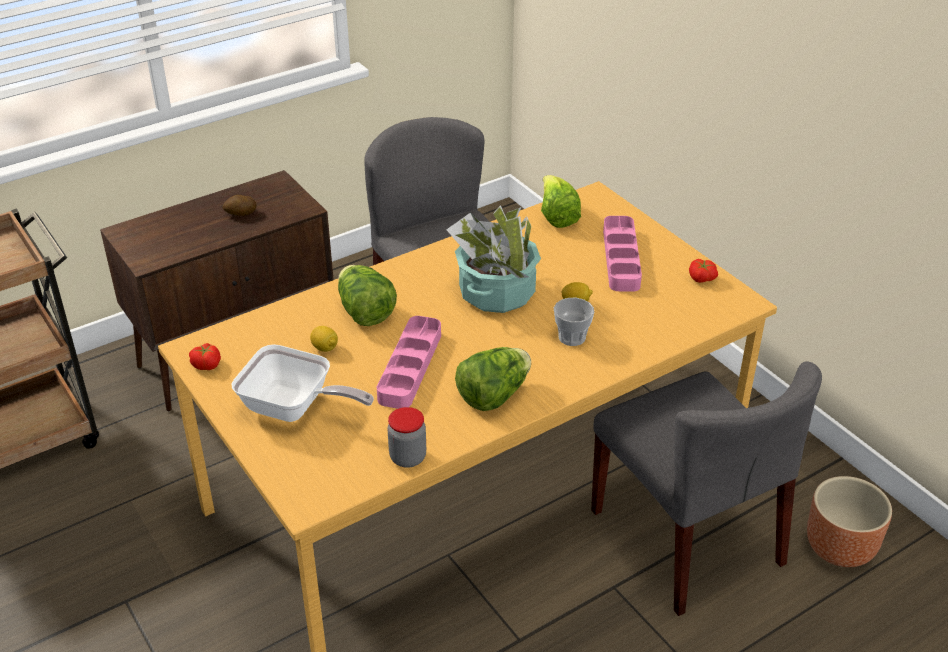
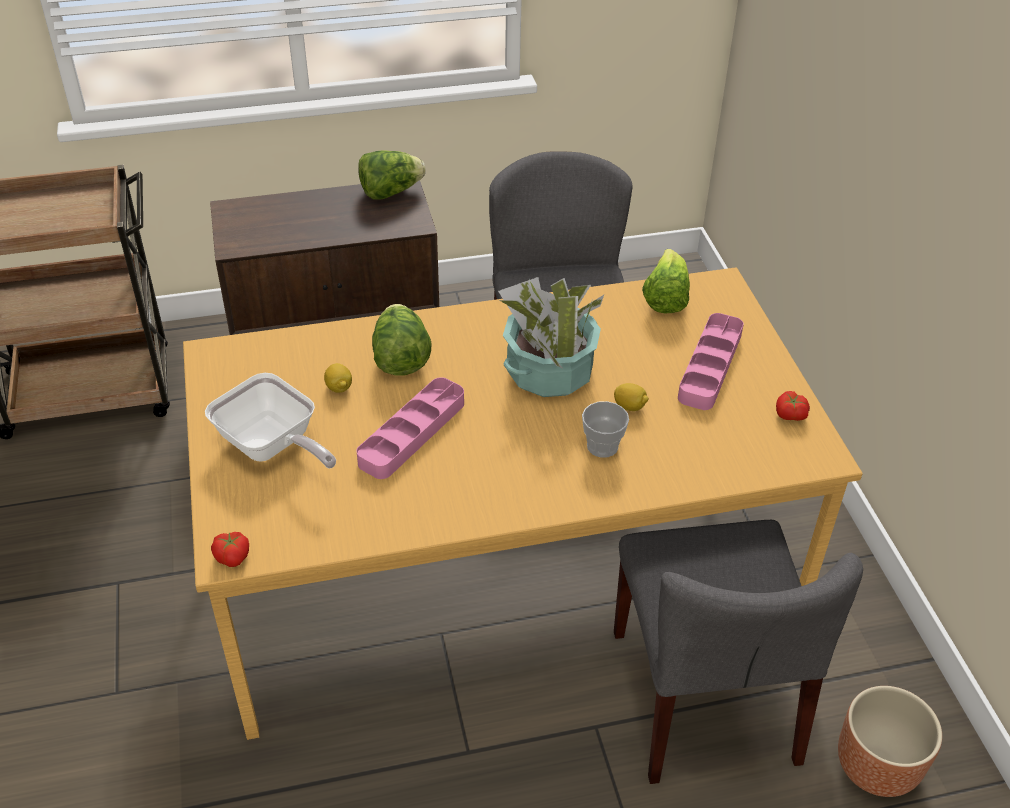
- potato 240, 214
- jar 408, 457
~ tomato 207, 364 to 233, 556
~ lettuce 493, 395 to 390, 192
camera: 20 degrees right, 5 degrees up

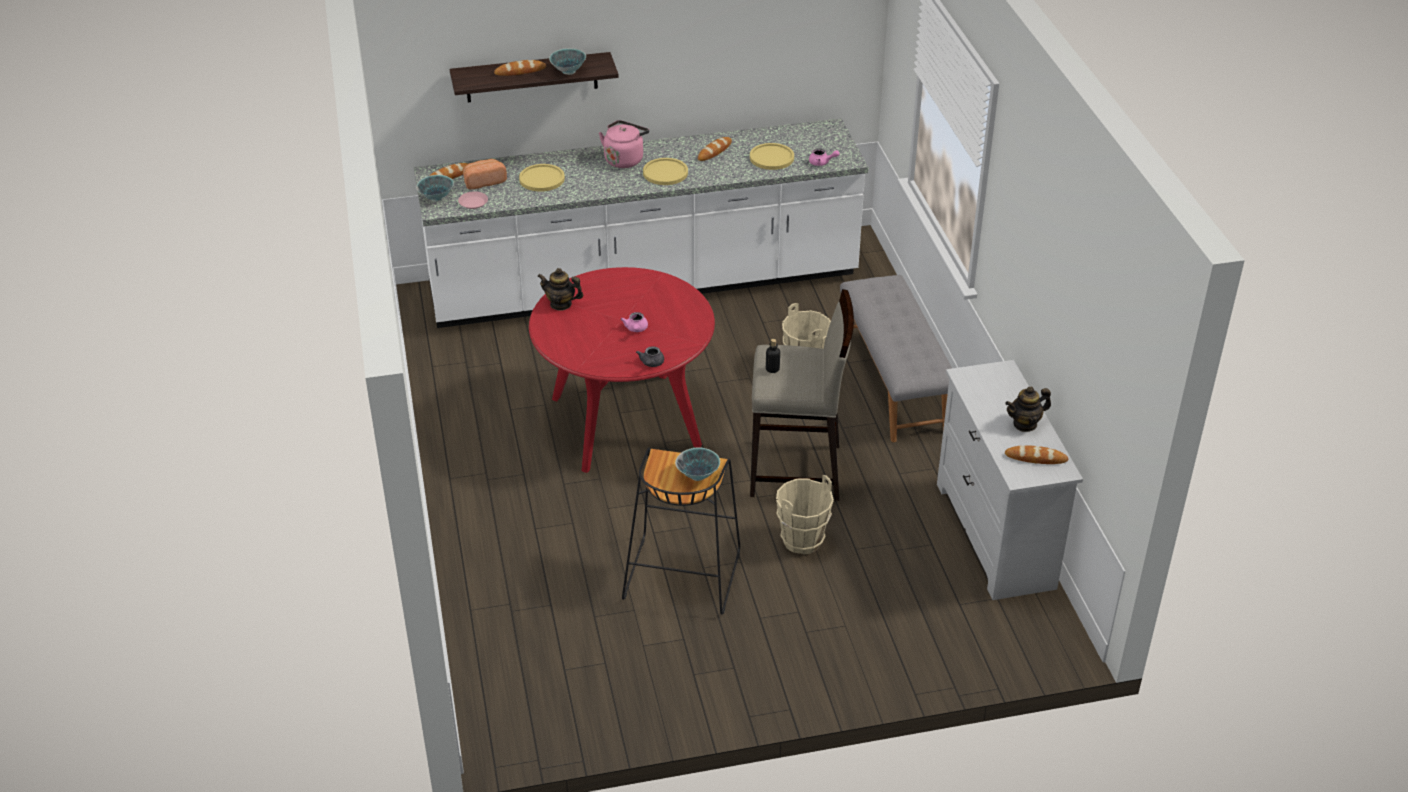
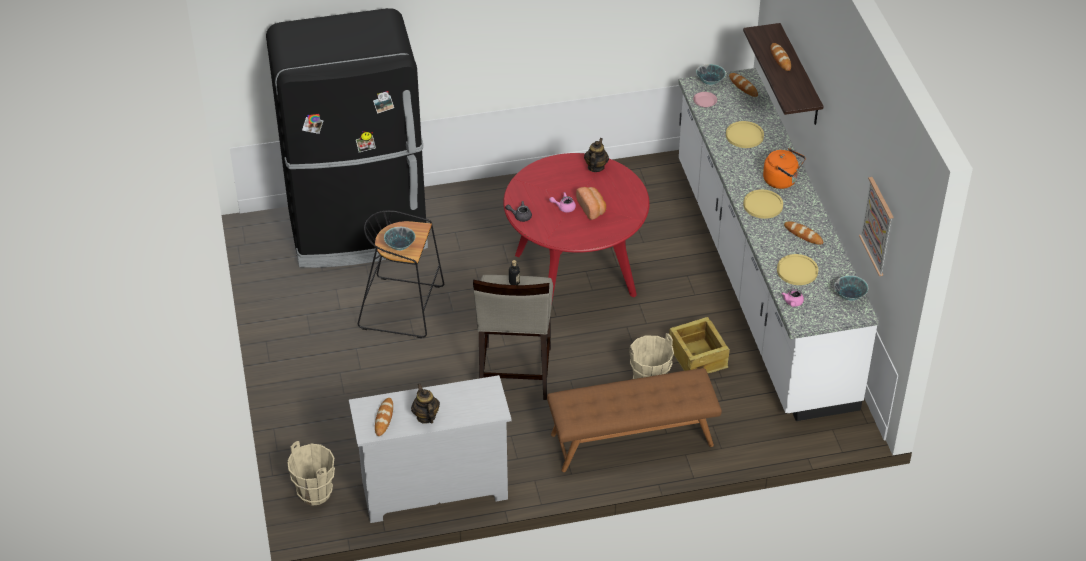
+ fridge in black 359, 231
+ crate 698, 357
+ picture 877, 226
~ bread 484, 181 to 592, 208
~ bowl 568, 71 to 849, 297
~ bucket in beige 802, 540 to 315, 492
~ kettle in pink 625, 159 to kettle in orange 782, 181
~ bench in grey 894, 382 to bench in brown 632, 440
camera: 90 degrees right, 5 degrees up

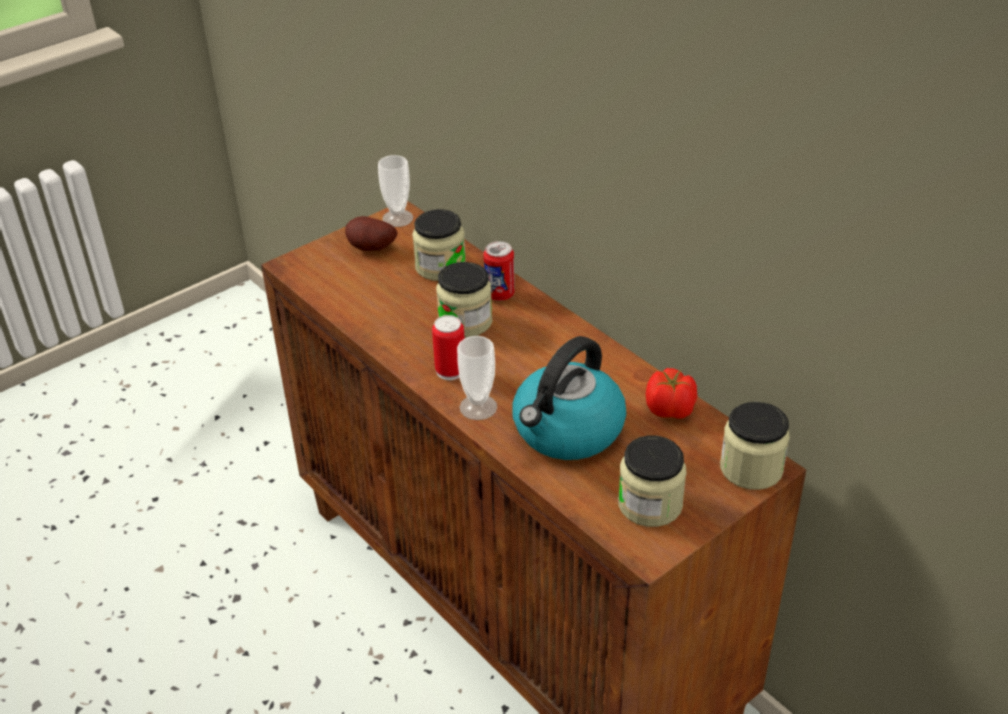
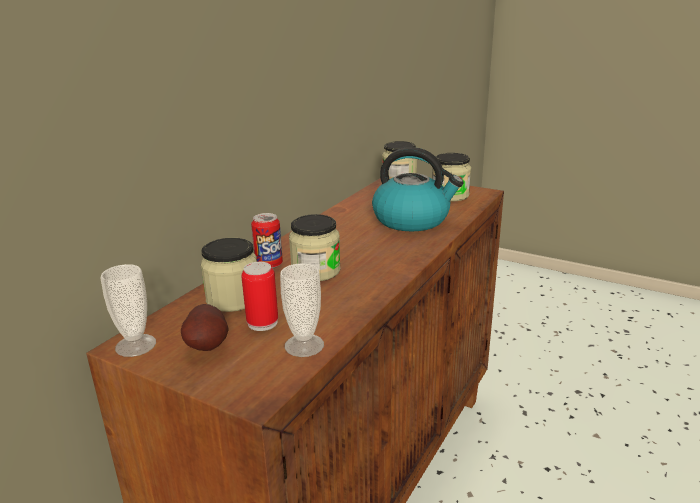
- tomato 670, 410
~ can 450, 370 to 262, 323
~ cup 478, 407 to 304, 345
camera: 110 degrees left, 15 degrees down

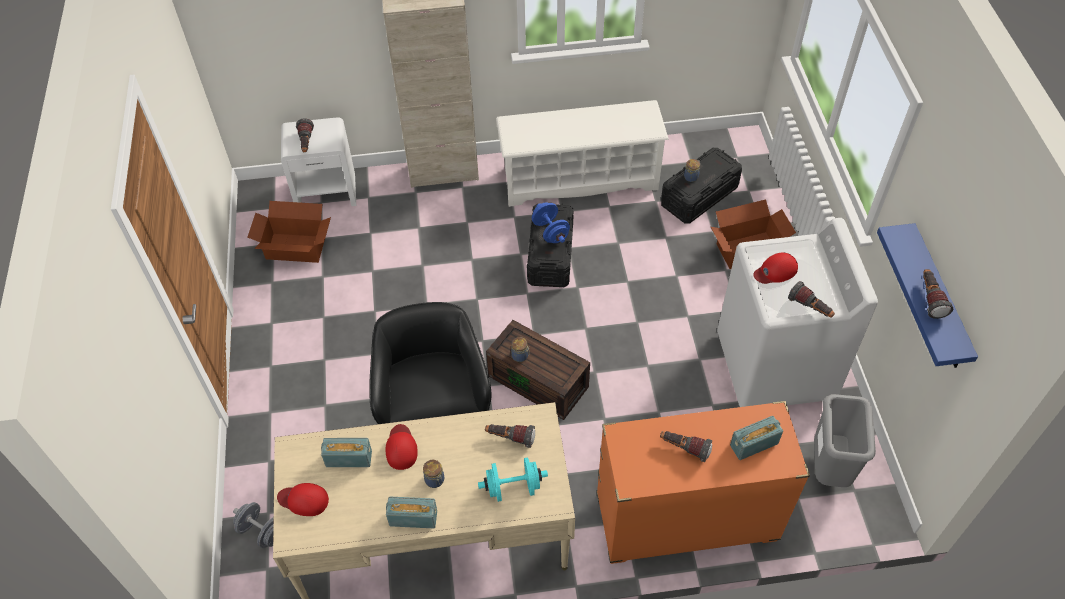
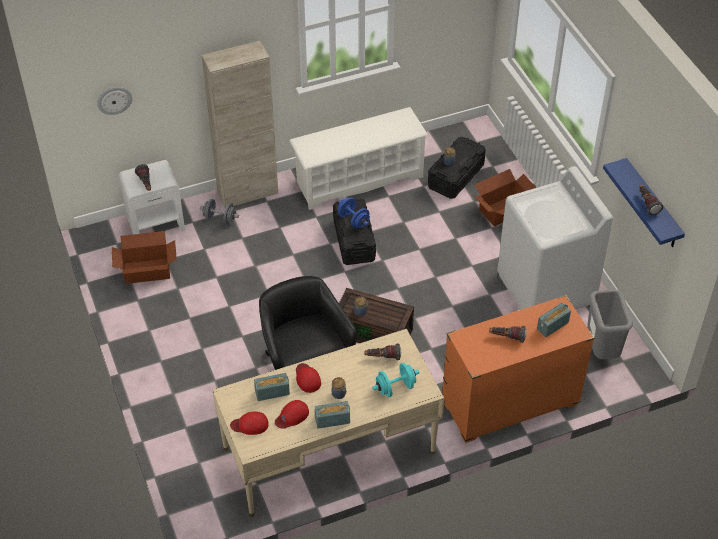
- flashlight 810, 308
+ wall clock 114, 100
~ dumbbell in grey 262, 532 to 220, 219
~ cap in red 775, 271 to 292, 416
camera: 15 degrees left, 5 degrees down

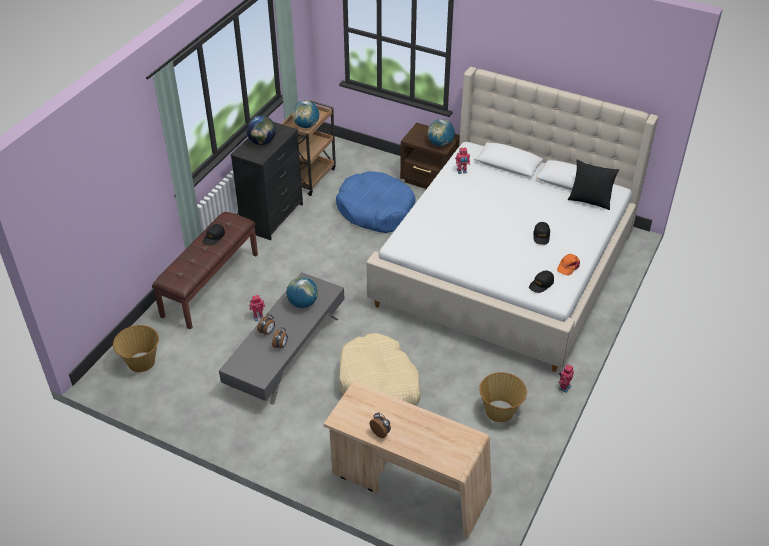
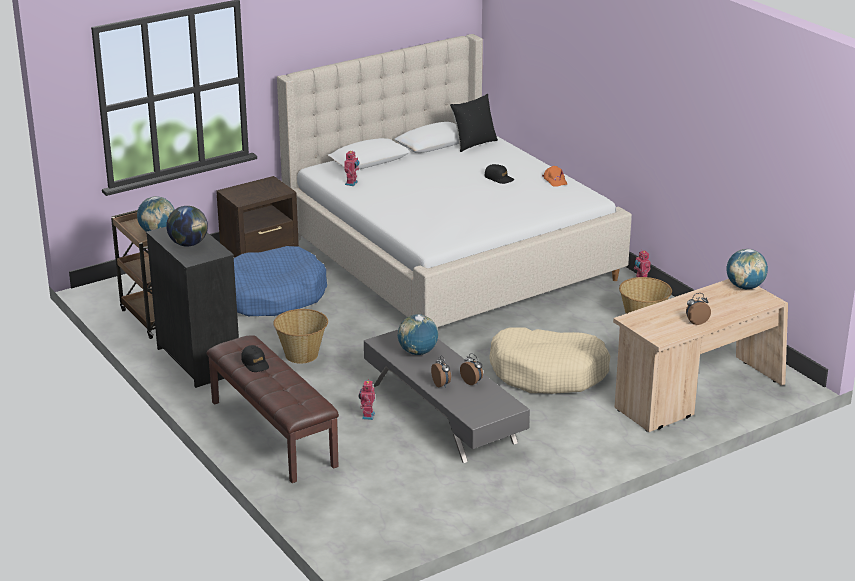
- cap in black 541, 284
~ basket 141, 362 to 302, 355
~ globe 440, 144 to 745, 287
camera: 60 degrees left, 15 degrees down

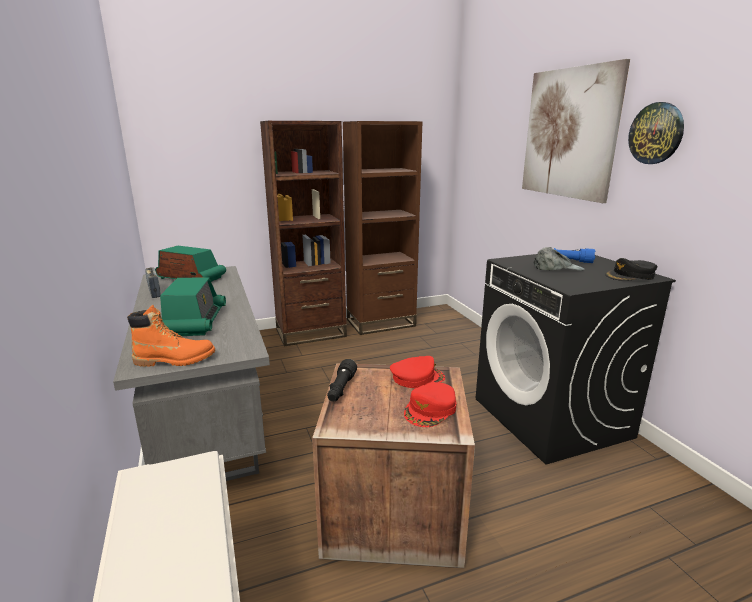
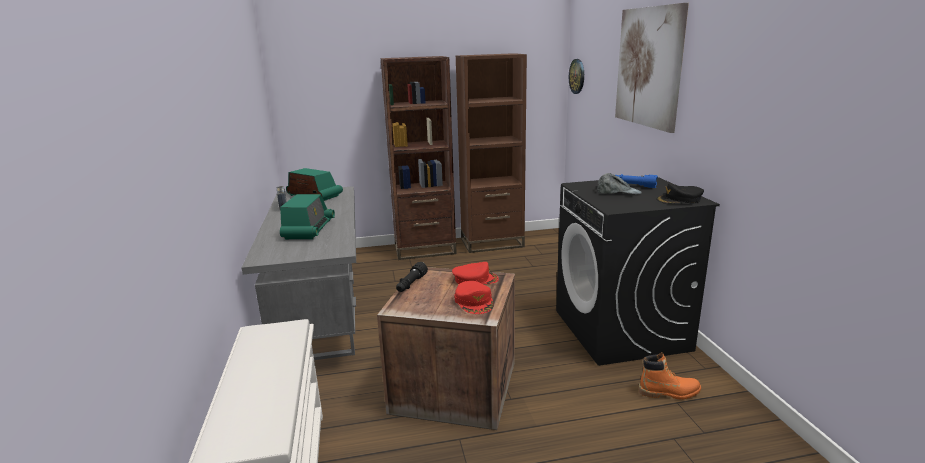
~ boot in orange 175, 360 to 669, 392
~ wall clock 656, 133 to 577, 76
~ cap in red 430, 410 = 474, 302 60 degrees counterclockwise
camera: 10 degrees right, 0 degrees up

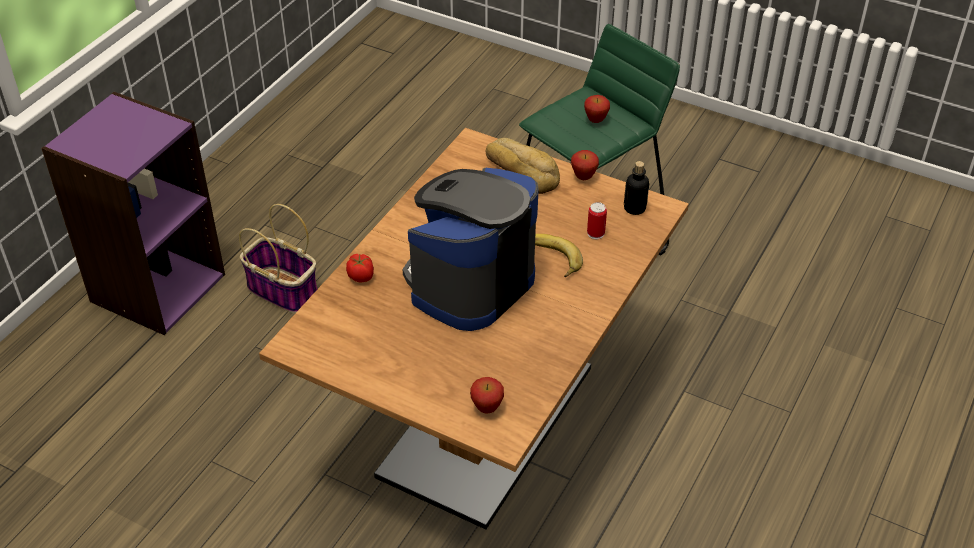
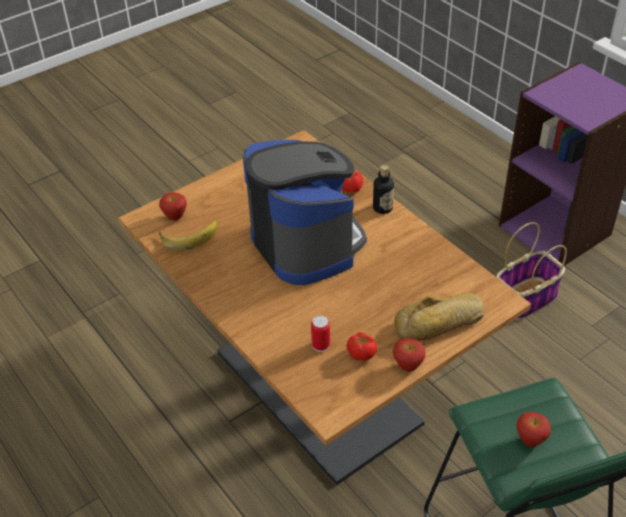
+ tomato 361, 354
~ banana 551, 258 to 189, 236
~ bottle 634, 208 to 382, 208
camera: 115 degrees right, 0 degrees up

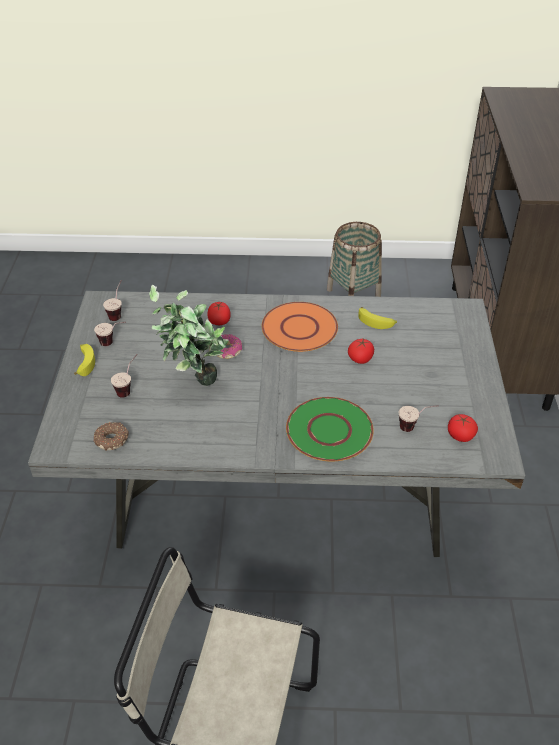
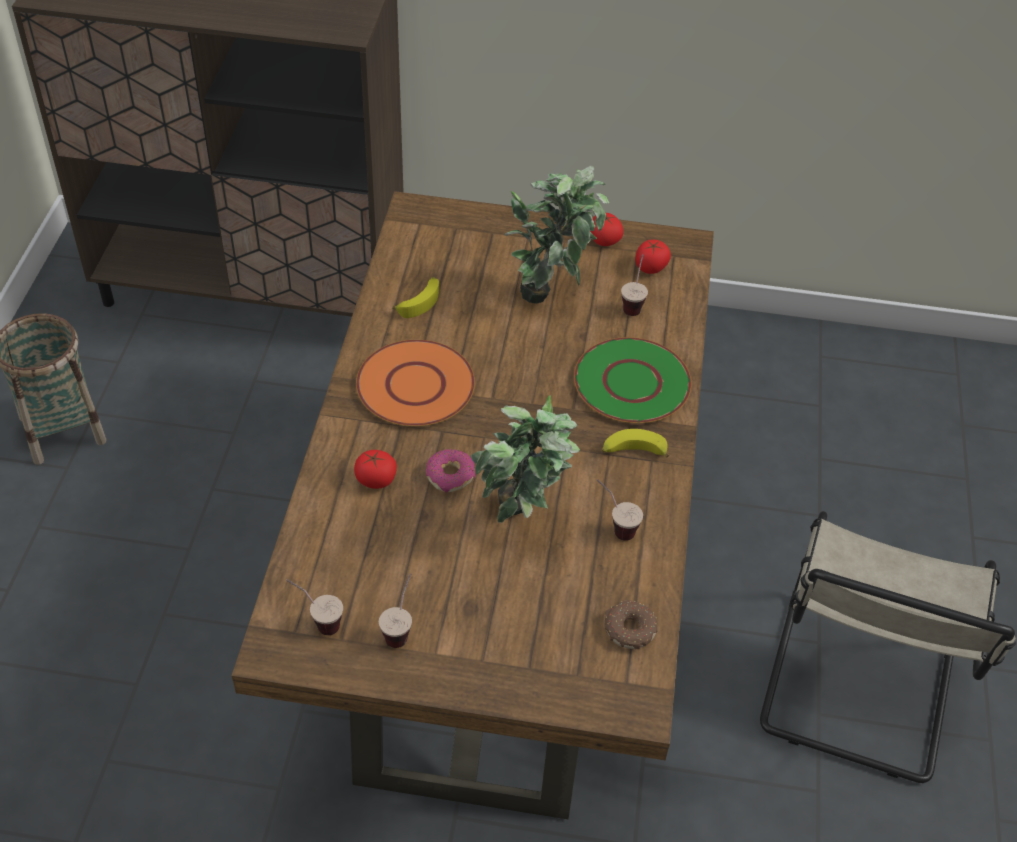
+ potted plant 552, 293
~ banana 84, 362 to 633, 452
~ cup 128, 388 to 614, 526
~ tomato 360, 359 to 604, 240
~ dining table in grey 277, 499 to dining table in brown 501, 596
camera: 85 degrees left, 5 degrees up

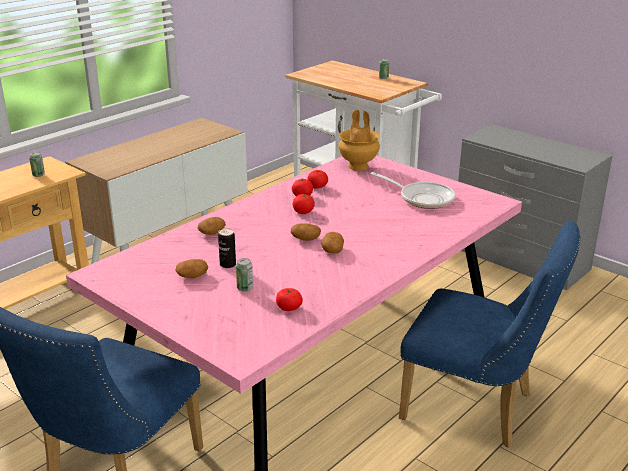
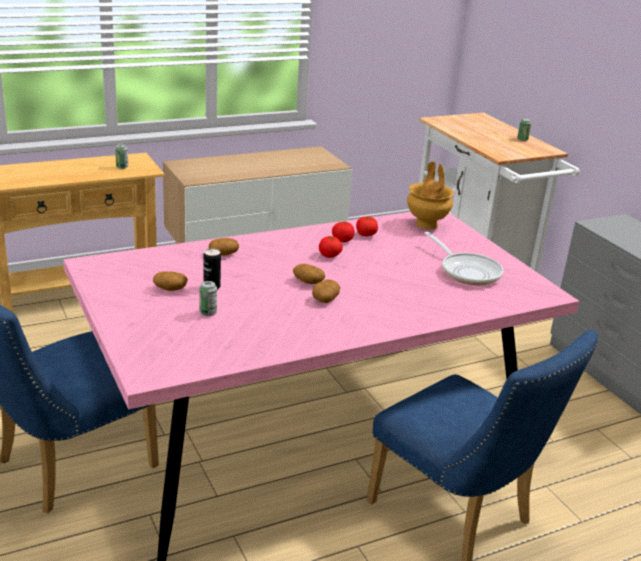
- tomato 289, 307
camera: 20 degrees right, 0 degrees up

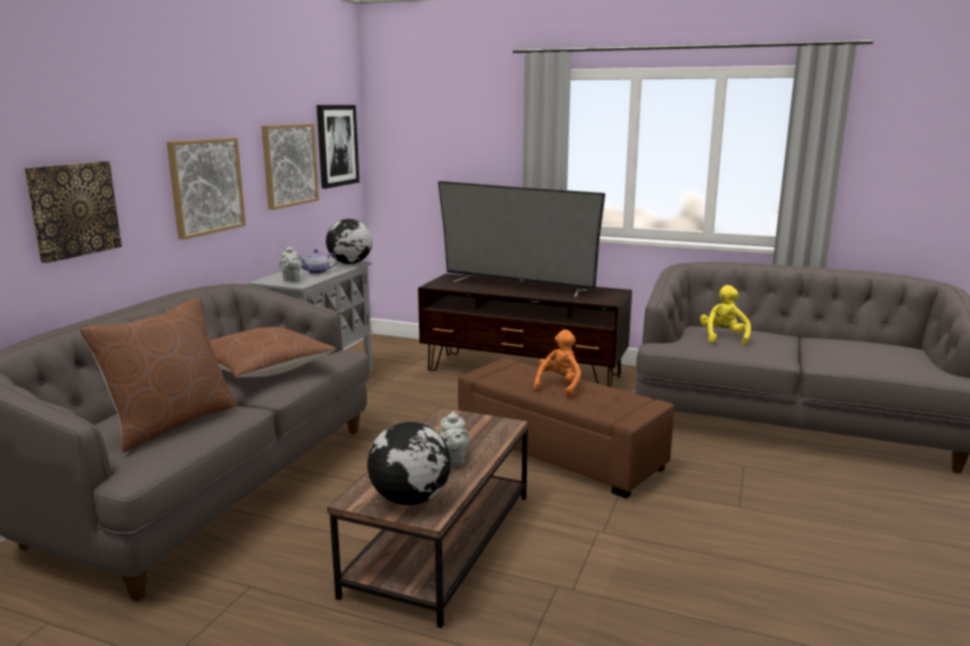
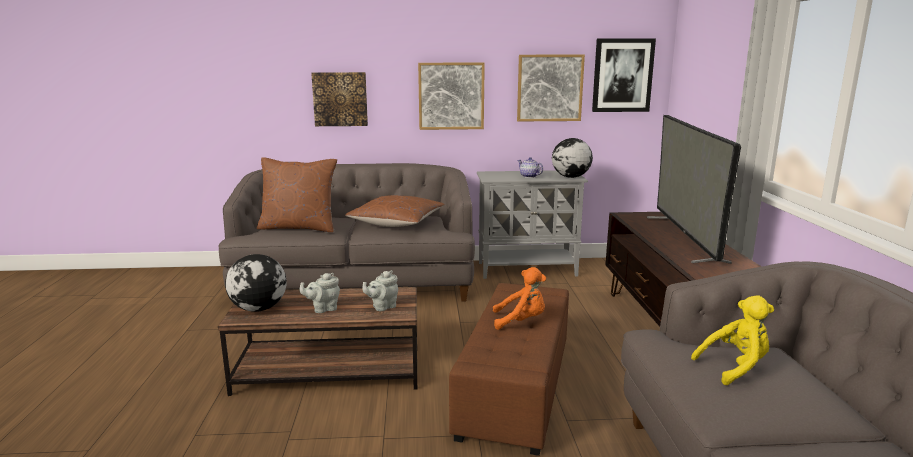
~ teapot in grey 291, 280 to 382, 307
camera: 65 degrees right, 0 degrees up

